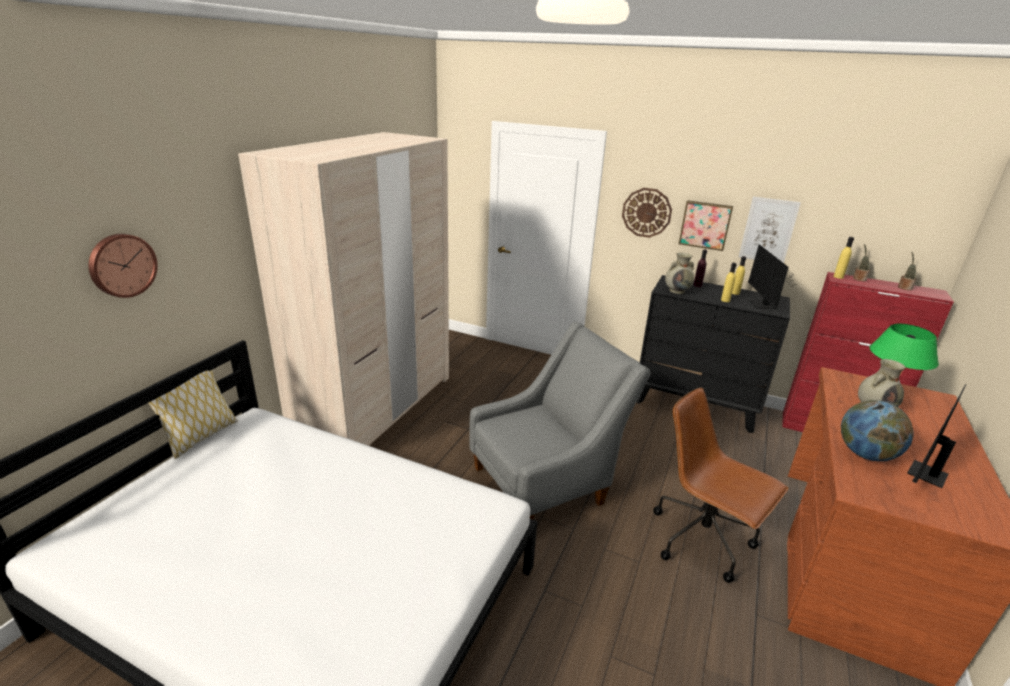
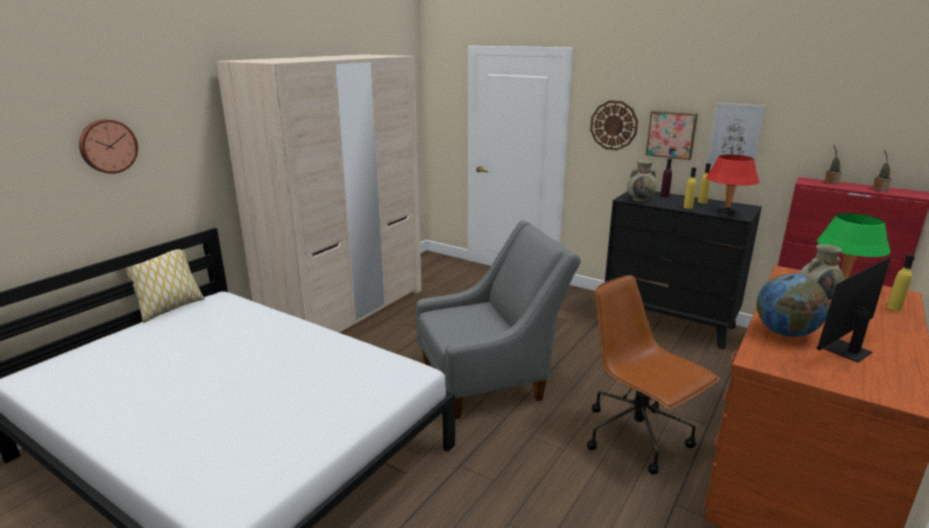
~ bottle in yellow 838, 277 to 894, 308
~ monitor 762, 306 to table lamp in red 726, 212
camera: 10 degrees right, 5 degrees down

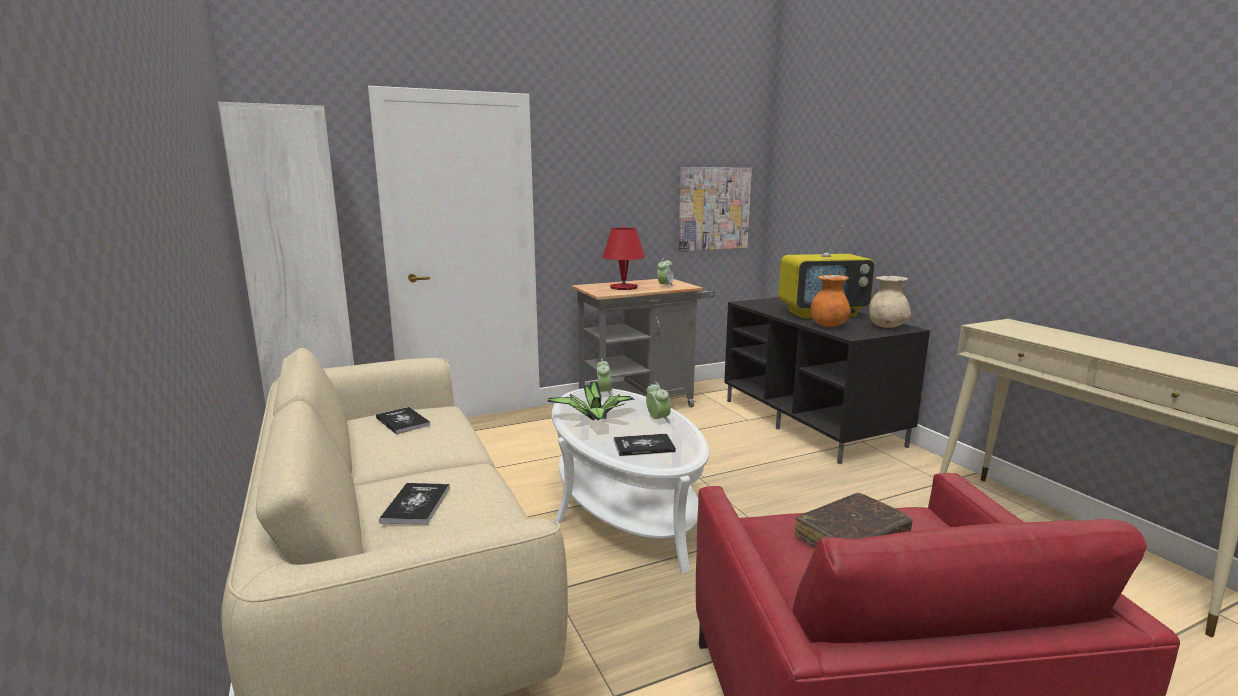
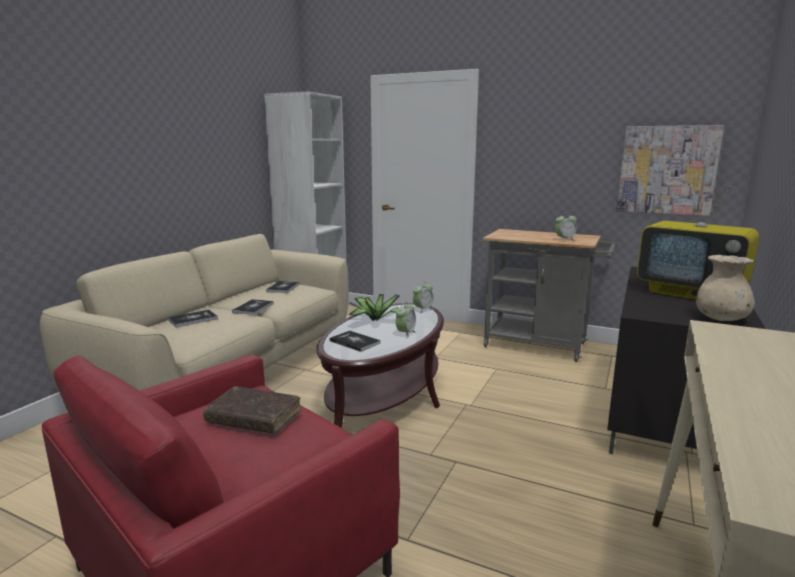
- table lamp in red 623, 287
- vase in orange 828, 325
+ book 253, 308
~ coffee table in white 624, 506 to coffee table in brown 385, 395
camera: 50 degrees right, 0 degrees up

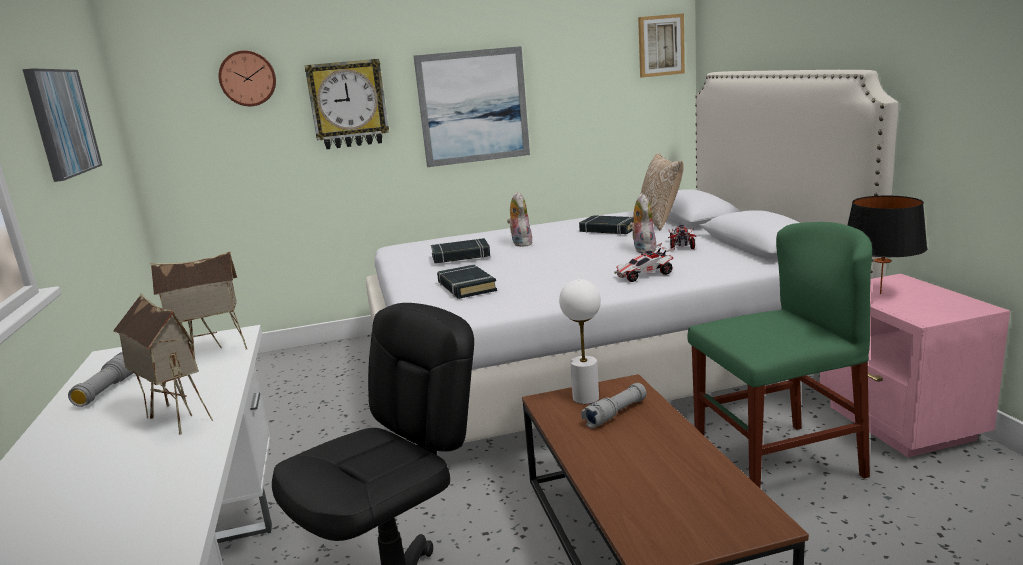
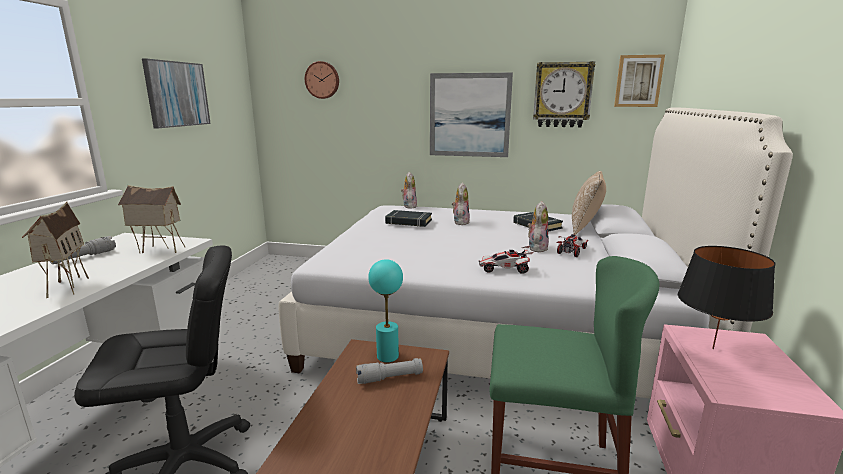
- book in black 466, 287
+ plush toy 409, 206
~ wall clock 348, 104 to 562, 95
~ table lamp in white 586, 397 to table lamp in turquoise 388, 356
camera: 25 degrees right, 0 degrees up

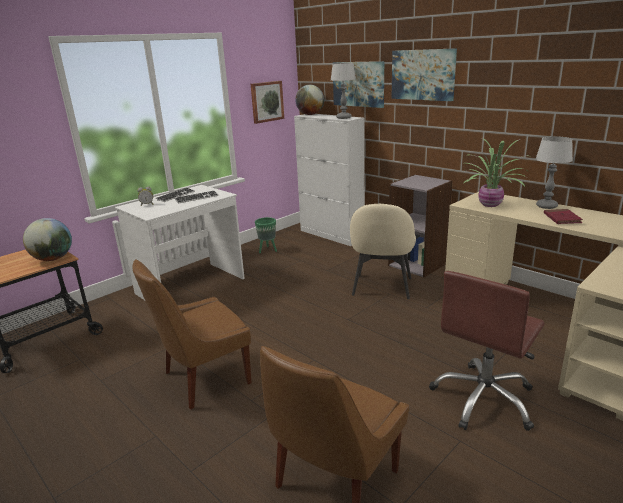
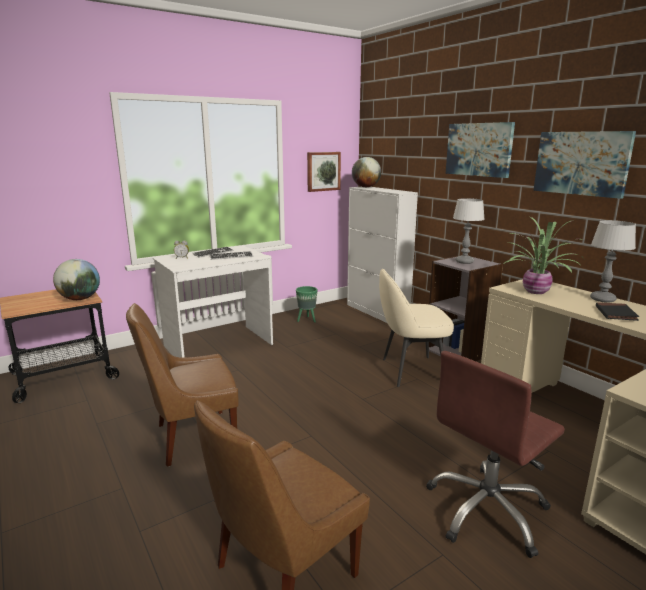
~ table lamp 343, 118 to 464, 262
~ picture 358, 84 to 581, 163
~ book in red 562, 218 to book in black 615, 314
~ chair in beige 382, 287 = 411, 371 60 degrees clockwise
camera: 10 degrees right, 5 degrees down

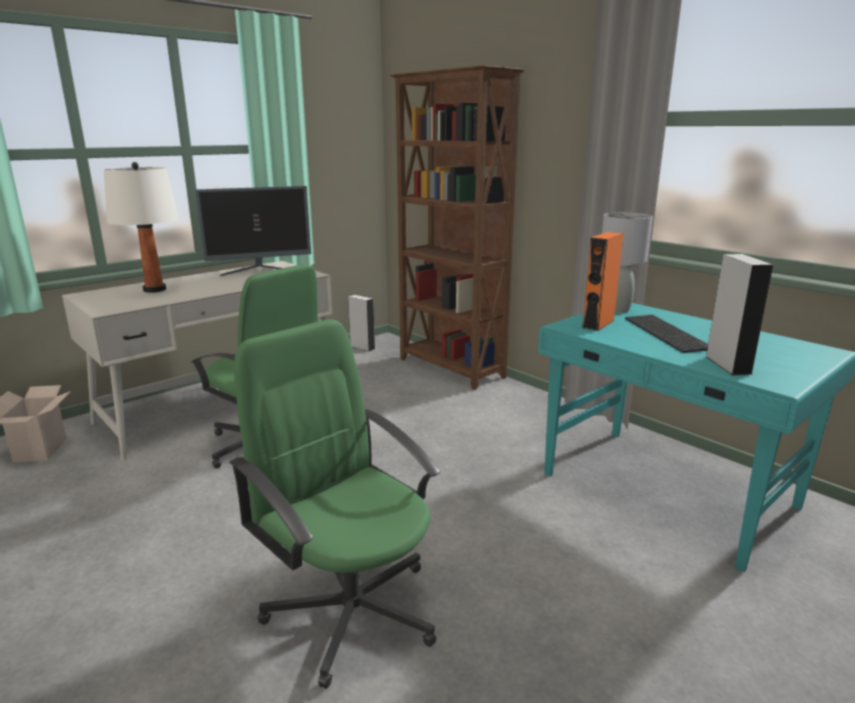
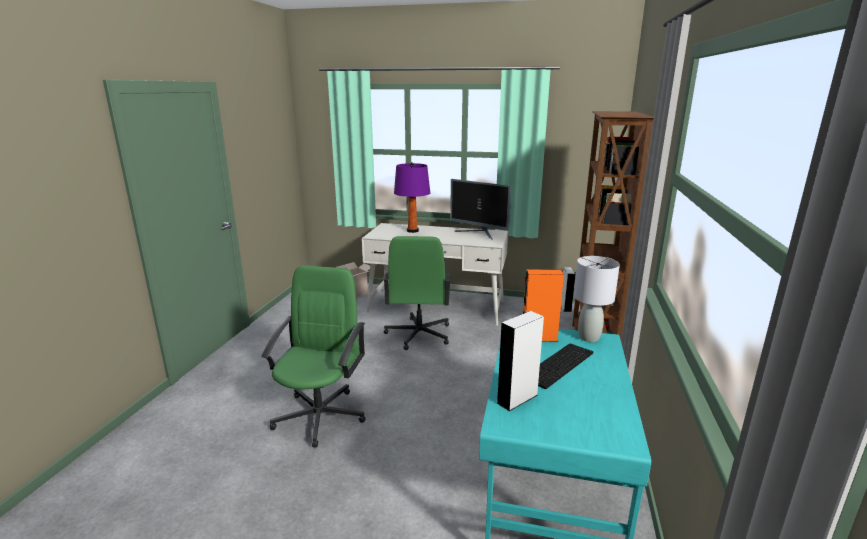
~ table lamp in white 155, 290 to table lamp in purple 412, 231
camera: 55 degrees right, 0 degrees up

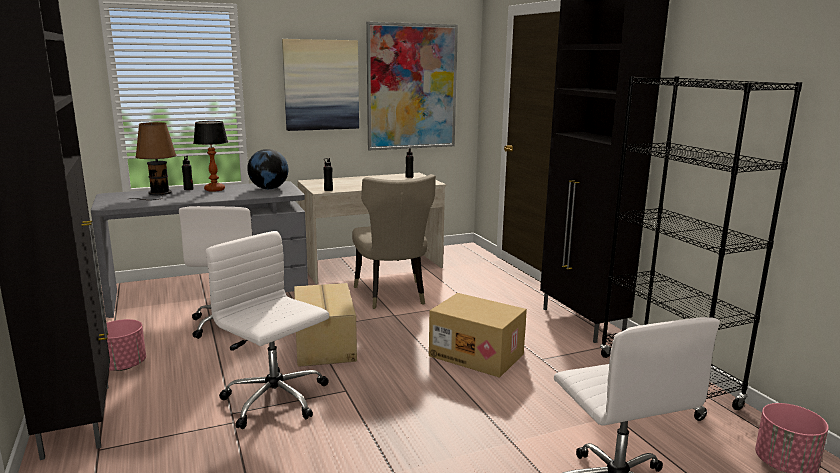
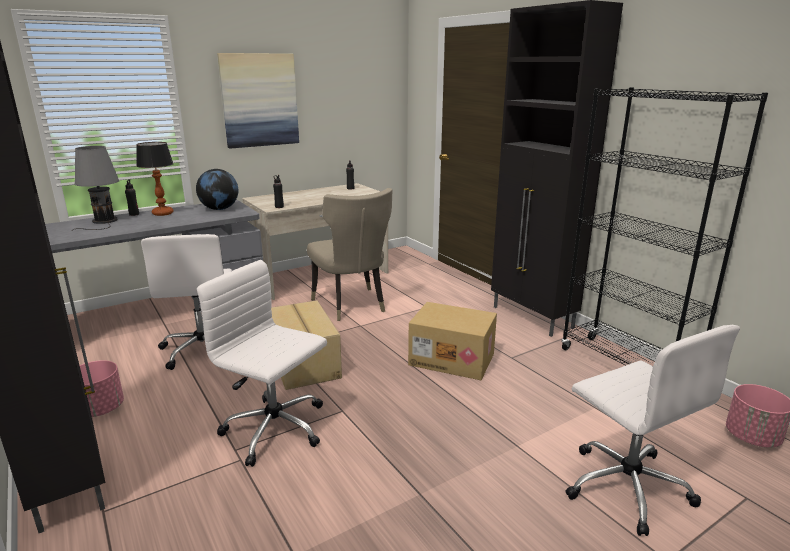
- picture 412, 87
~ table lamp in brown 158, 193 to table lamp in grey 103, 221
camera: 10 degrees left, 5 degrees up

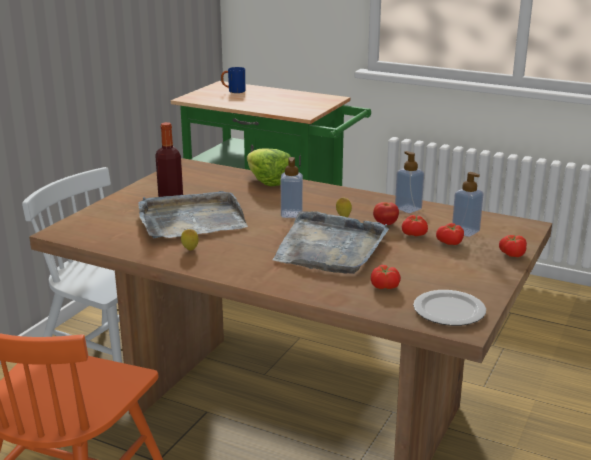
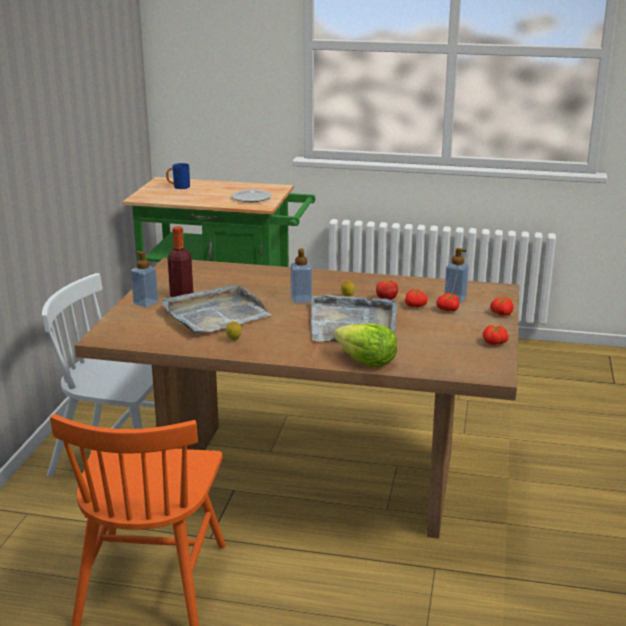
~ lettuce 268, 182 to 366, 361
~ tomato 384, 287 to 493, 343
~ soap dispenser 408, 208 to 146, 303
~ plate 449, 311 to 252, 198
camera: 15 degrees left, 0 degrees up

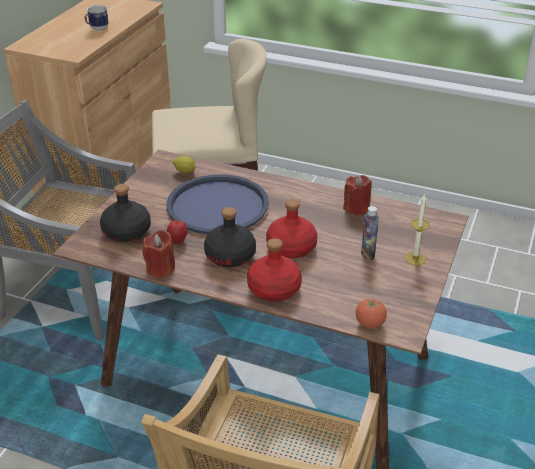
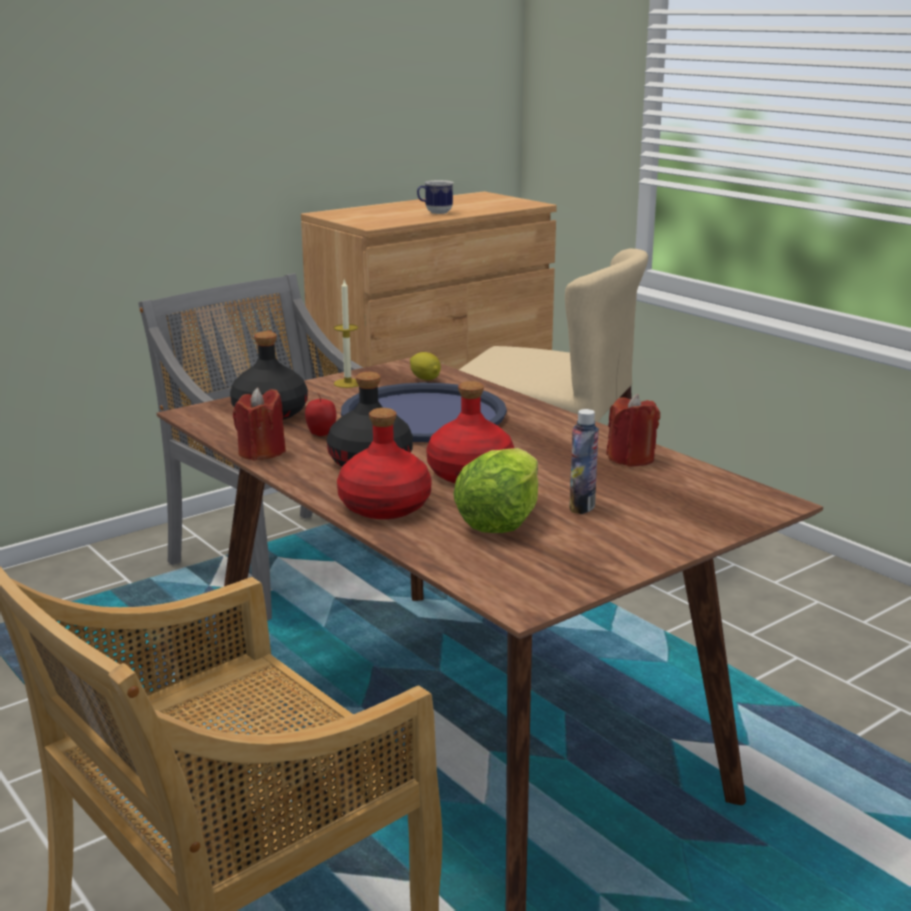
- tomato 370, 324
+ lettuce 499, 521
~ candle 415, 259 to 347, 383
camera: 30 degrees right, 15 degrees down

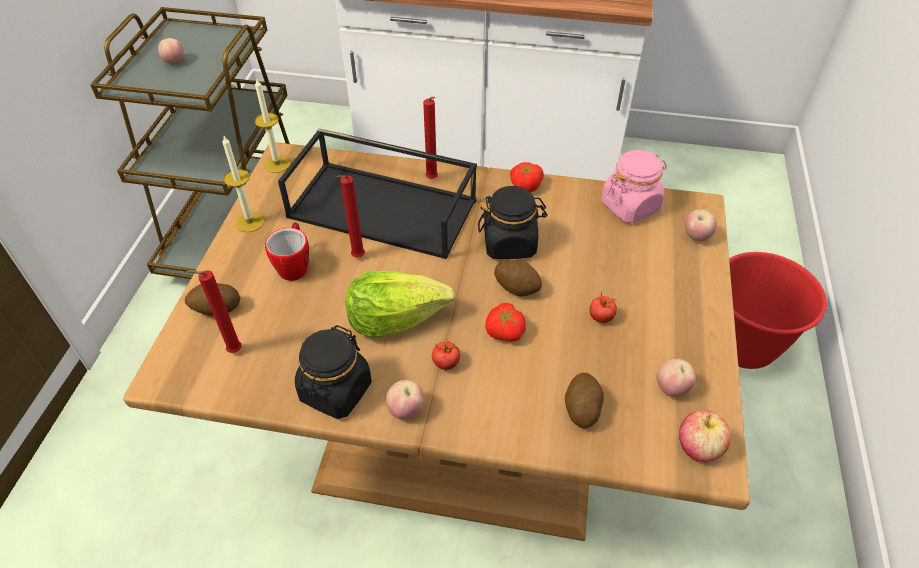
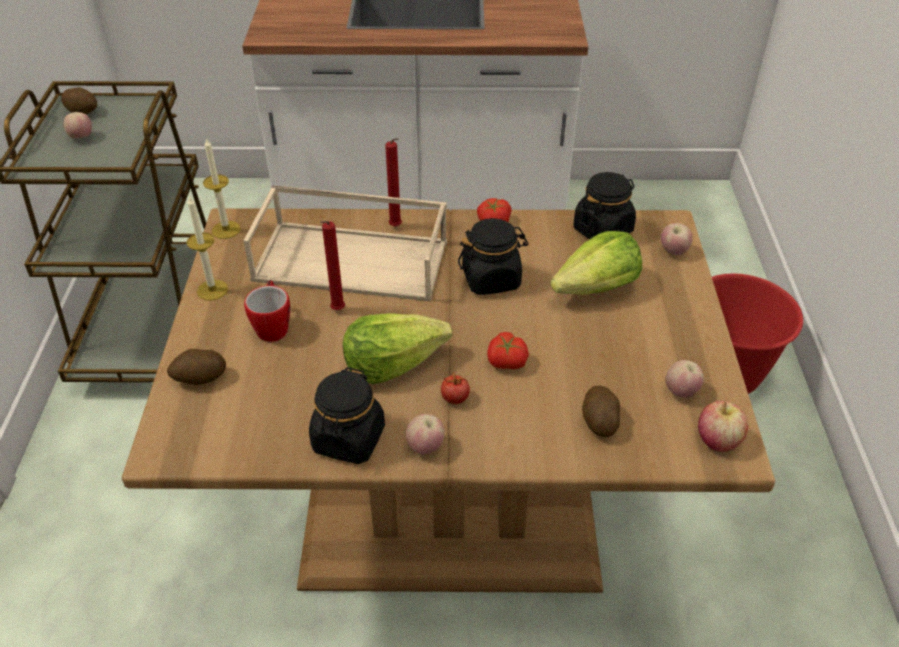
- candle in red 232, 351
- tomato 601, 317
+ lettuce 597, 288
~ potato 517, 287 to 83, 111
~ tray in black 384, 208 to tray in beige 353, 260
~ jar in pink 630, 206 to jar in black 603, 230
camera: 10 degrees left, 5 degrees down

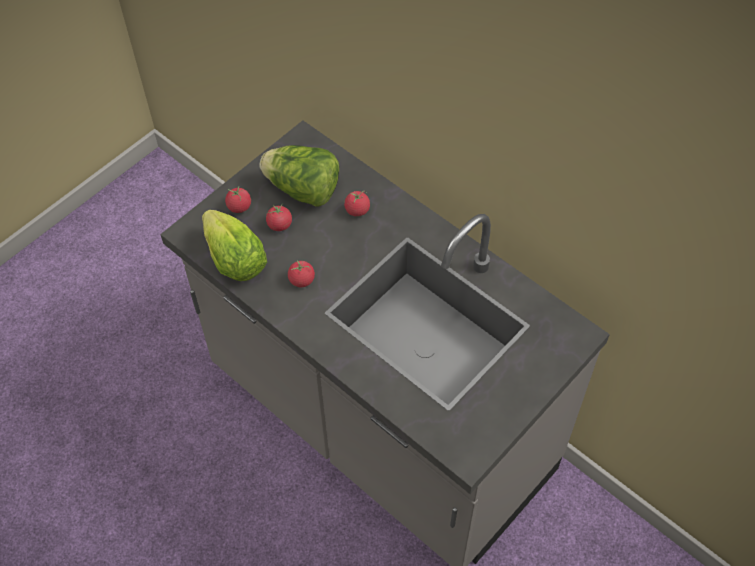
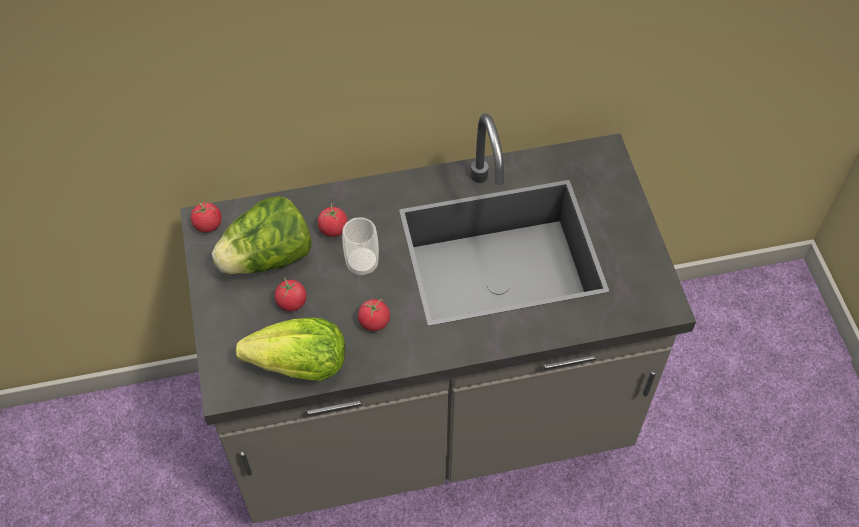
+ cup 362, 264
~ tomato 239, 206 to 208, 224
camera: 55 degrees left, 0 degrees up

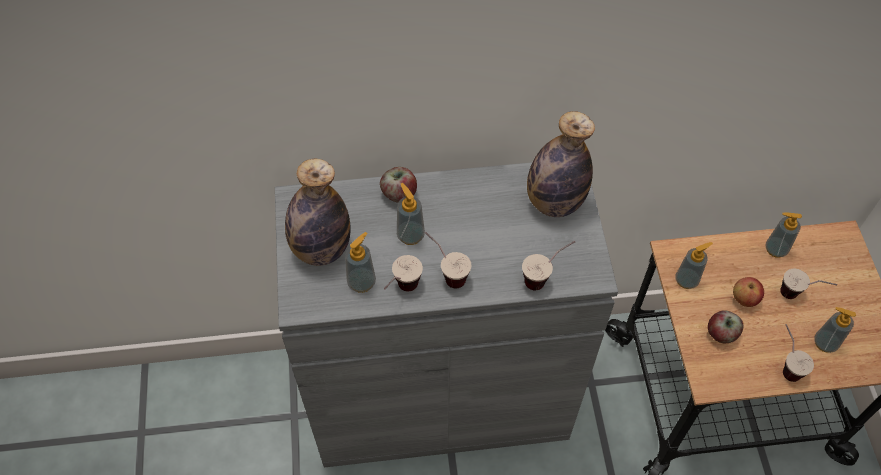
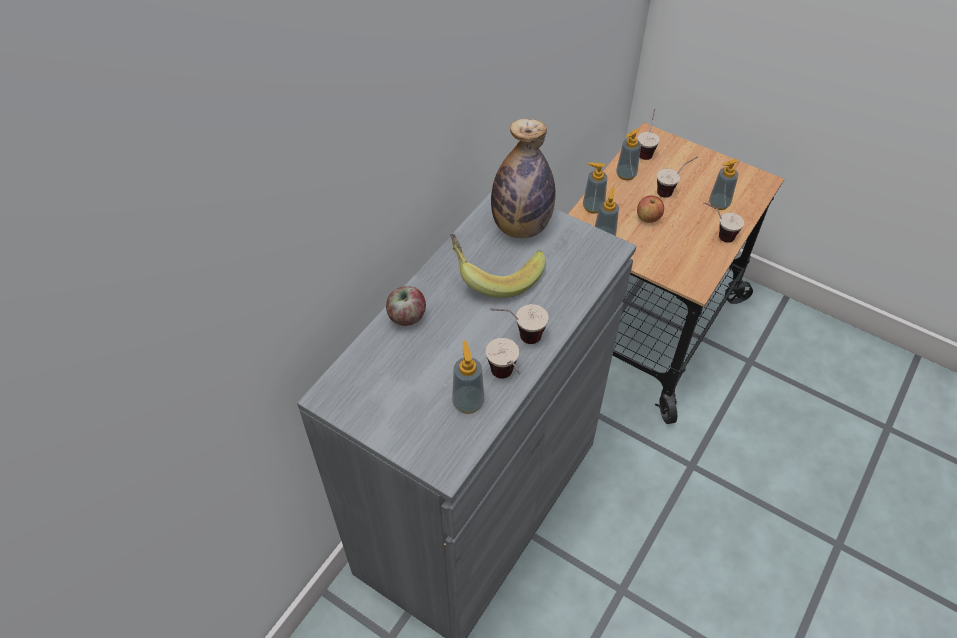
- bottle 321, 249
- apple 721, 334
+ banana 495, 273
~ soap dispenser 410, 235 to 593, 207
~ cup 545, 277 to 646, 149
camera: 50 degrees left, 5 degrees down

